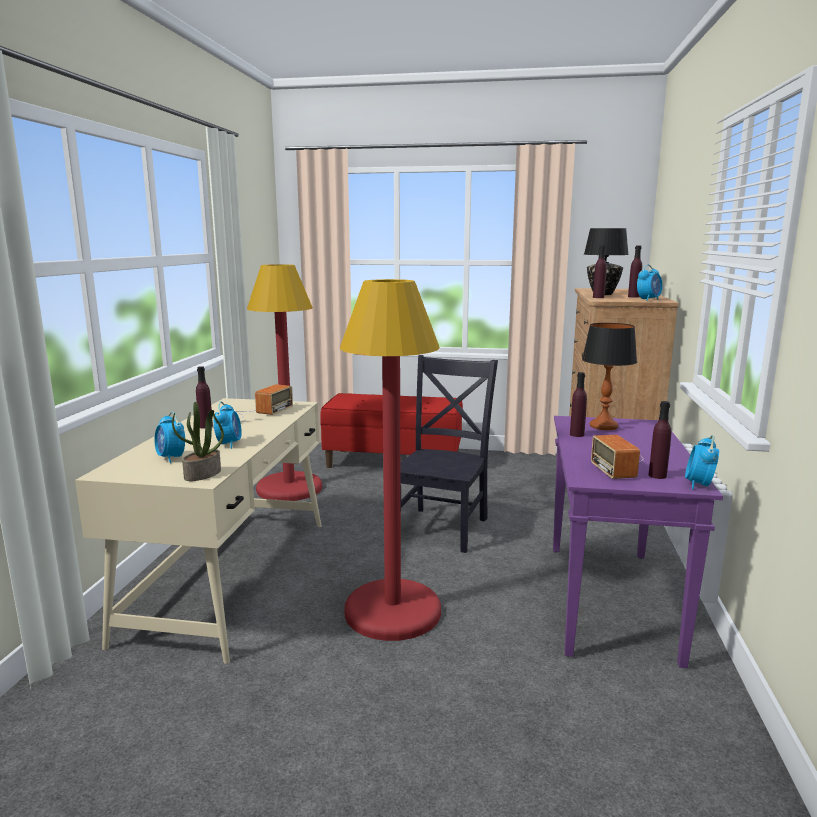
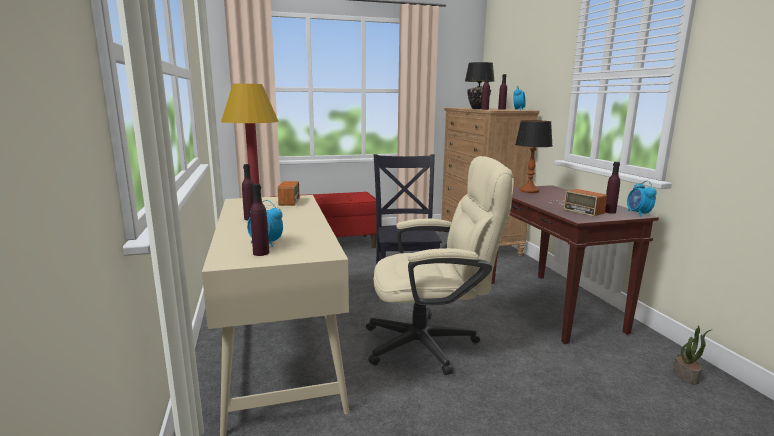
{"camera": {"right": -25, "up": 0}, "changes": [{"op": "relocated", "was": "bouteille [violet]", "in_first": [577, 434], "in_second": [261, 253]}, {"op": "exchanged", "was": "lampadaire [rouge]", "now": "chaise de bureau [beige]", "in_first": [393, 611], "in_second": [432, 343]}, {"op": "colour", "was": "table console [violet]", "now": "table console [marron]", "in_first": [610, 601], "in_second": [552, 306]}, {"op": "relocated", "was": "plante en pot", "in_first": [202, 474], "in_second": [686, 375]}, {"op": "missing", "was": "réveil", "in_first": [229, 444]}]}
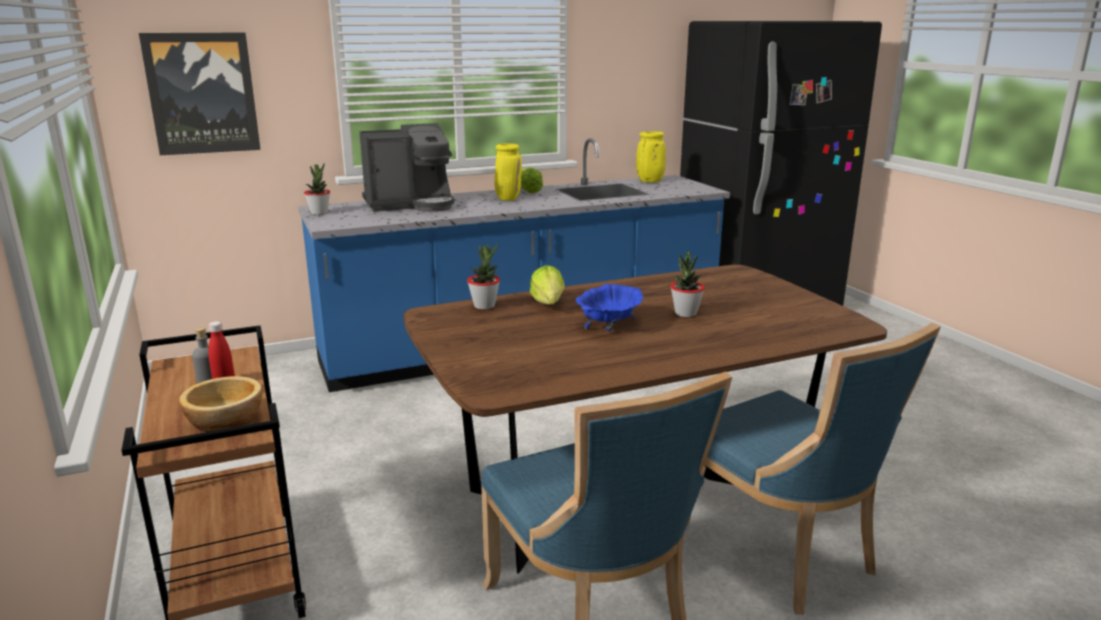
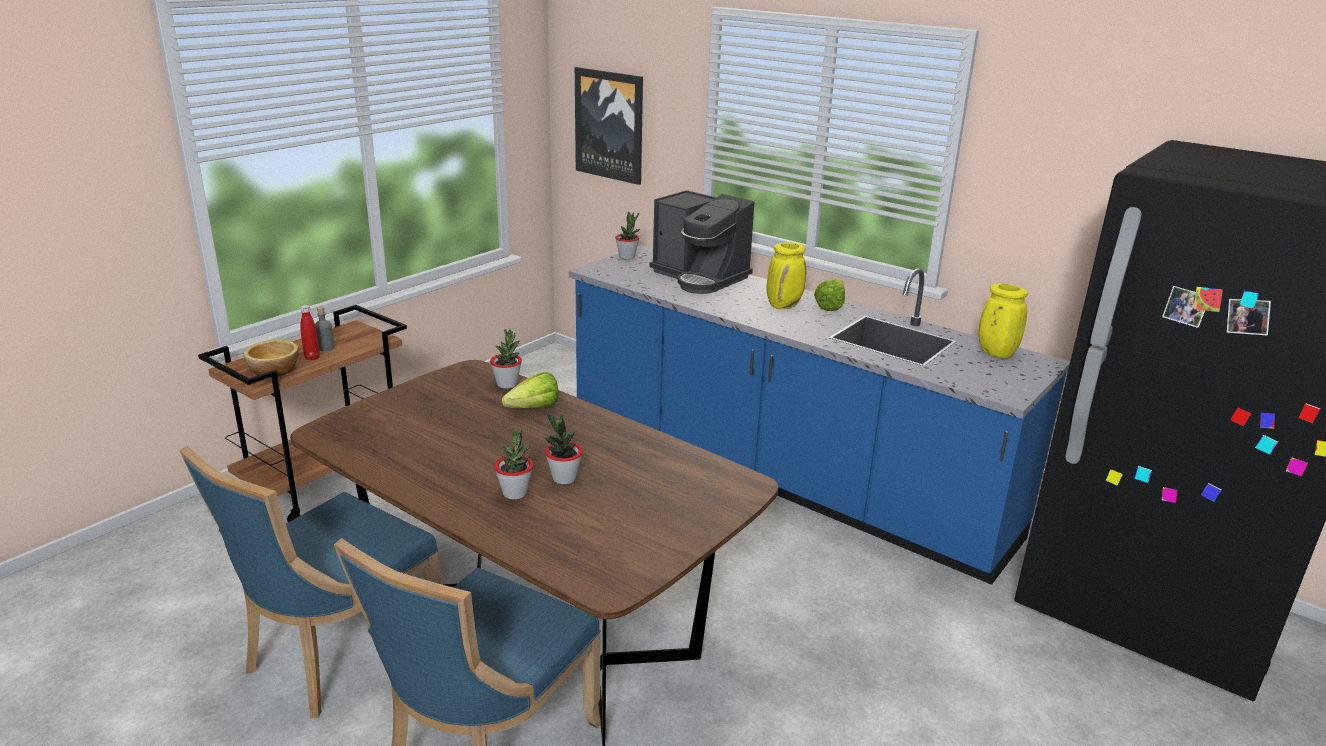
{"camera": {"right": 60, "up": 5}, "changes": [{"op": "appeared", "now": "plante en pot", "in_second": [515, 493]}, {"op": "missing", "was": "bol [bleu]", "in_first": [609, 325]}]}
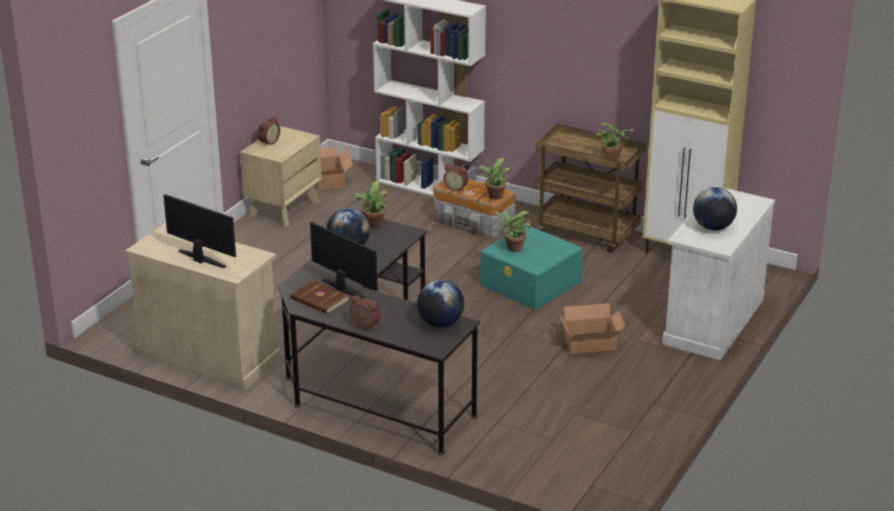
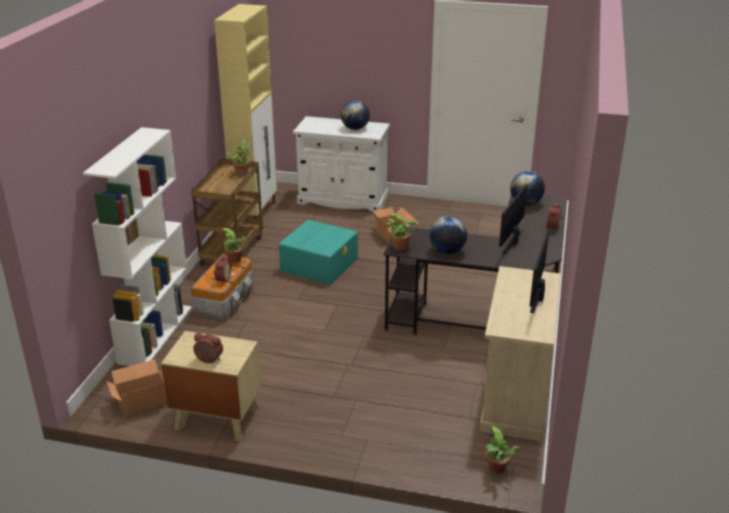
{"camera": {"right": -105, "up": 0}, "changes": [{"op": "relocated", "was": "plante en pot", "in_first": [512, 248], "in_second": [498, 470]}, {"op": "missing", "was": "livre [marron]", "in_first": [319, 300]}]}
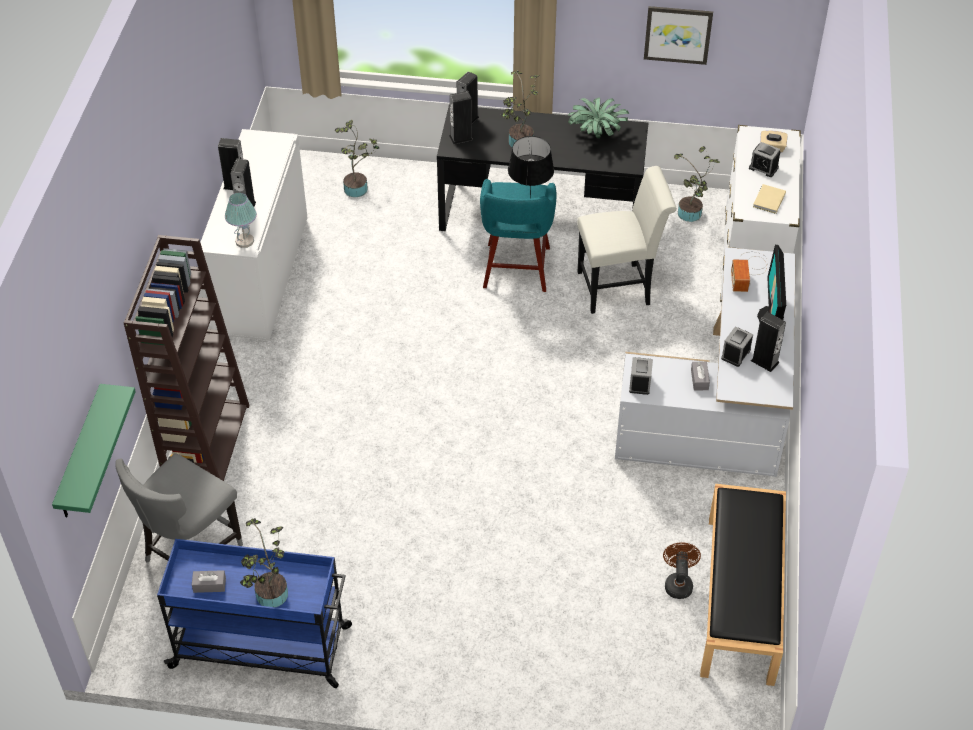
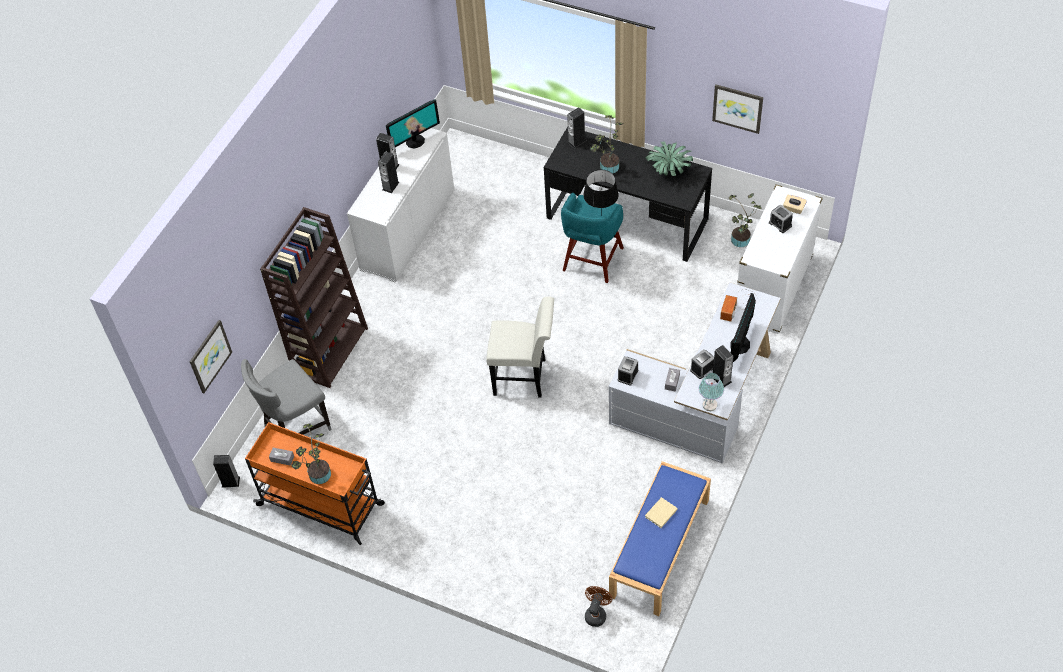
{"camera": {"right": 20, "up": 5}, "changes": [{"op": "exchanged", "was": "étagère [vert]", "now": "tableau", "in_first": [80, 455], "in_second": [209, 356]}, {"op": "relocated", "was": "enceinte", "in_first": [461, 137], "in_second": [230, 482]}, {"op": "colour", "was": "chariot [bleu]", "now": "chariot [orange]", "in_first": [263, 647], "in_second": [322, 505]}, {"op": "appeared", "now": "écran d'ordinateur", "in_second": [415, 141]}, {"op": "relocated", "was": "chaise [blanc]", "in_first": [619, 287], "in_second": [524, 377]}, {"op": "relocated", "was": "ventilateur [marron]", "in_first": [678, 583], "in_second": [596, 613]}, {"op": "colour", "was": "banc [noir]", "now": "banc [bleu]", "in_first": [741, 599], "in_second": [660, 549]}, {"op": "relocated", "was": "livre [beige]", "in_first": [768, 200], "in_second": [660, 513]}, {"op": "relocated", "was": "lampe de table", "in_first": [244, 241], "in_second": [709, 405]}, {"op": "missing", "was": "plante en pot", "in_first": [358, 188]}]}
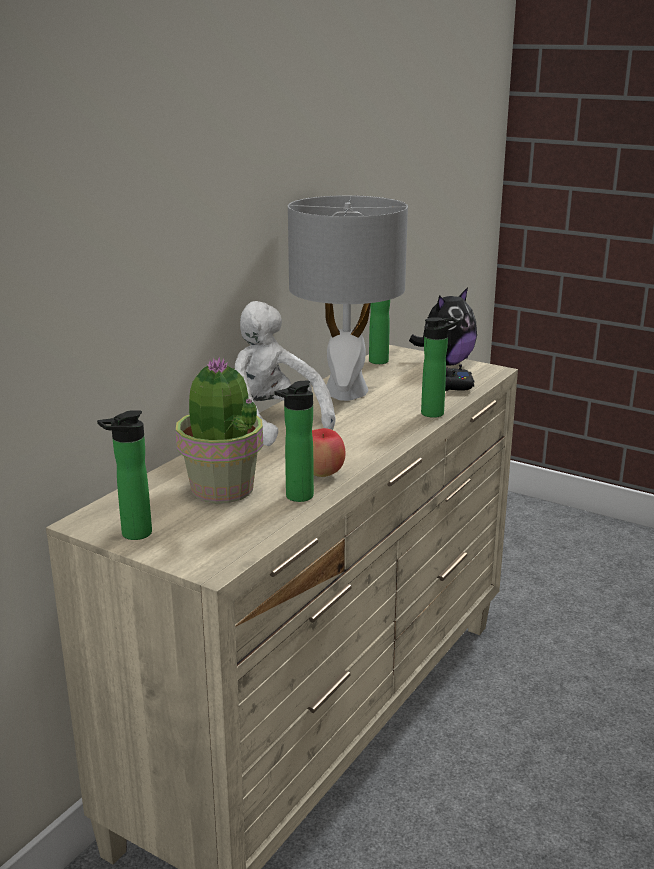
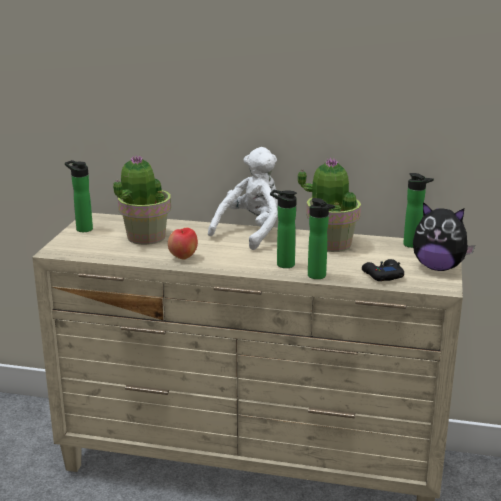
{"camera": {"right": 70, "up": 0}, "changes": [{"op": "relocated", "was": "bouteille", "in_first": [296, 497], "in_second": [282, 264]}, {"op": "exchanged", "was": "lampe de table [gris]", "now": "plante en pot", "in_first": [346, 392], "in_second": [331, 244]}]}
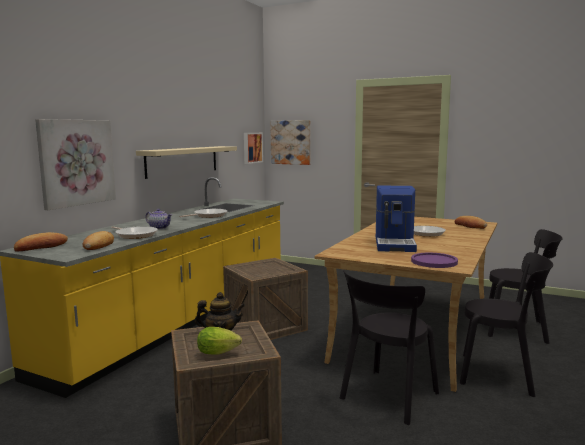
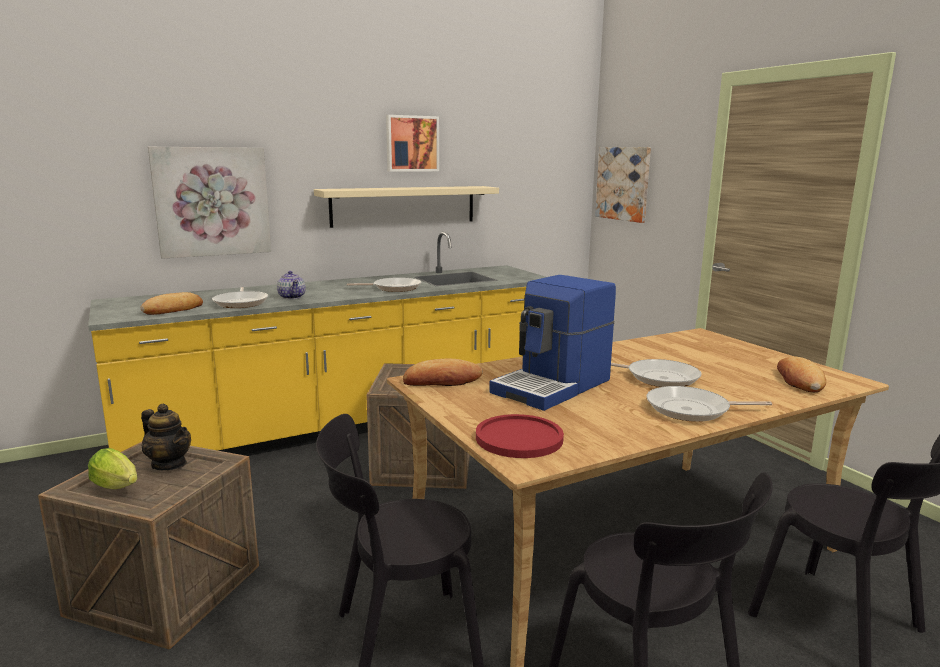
{"camera": {"right": 35, "up": 5}, "changes": [{"op": "relocated", "was": "tableau", "in_first": [252, 147], "in_second": [411, 143]}, {"op": "relocated", "was": "pain", "in_first": [41, 247], "in_second": [442, 381]}, {"op": "colour", "was": "assiette [violet]", "now": "assiette [rouge]", "in_first": [434, 261], "in_second": [519, 438]}, {"op": "appeared", "now": "poêle", "in_second": [692, 410]}]}
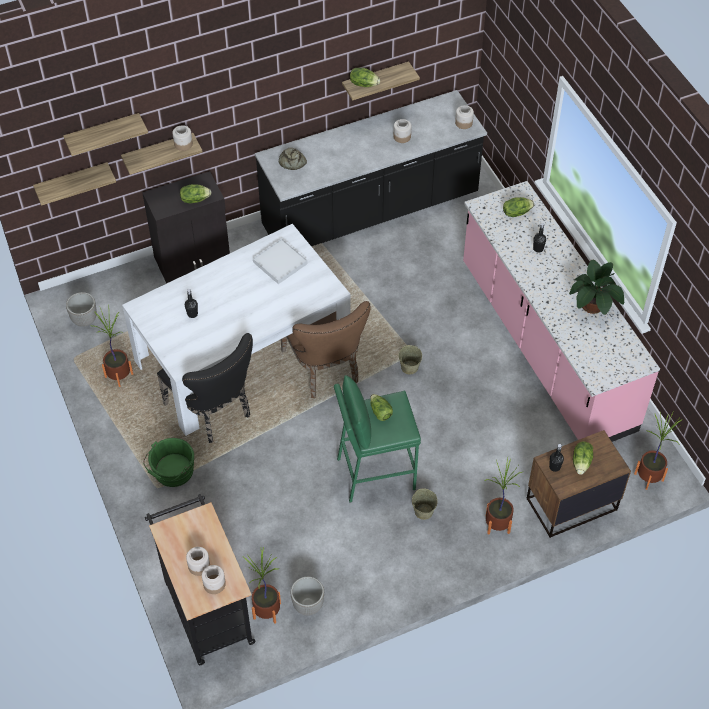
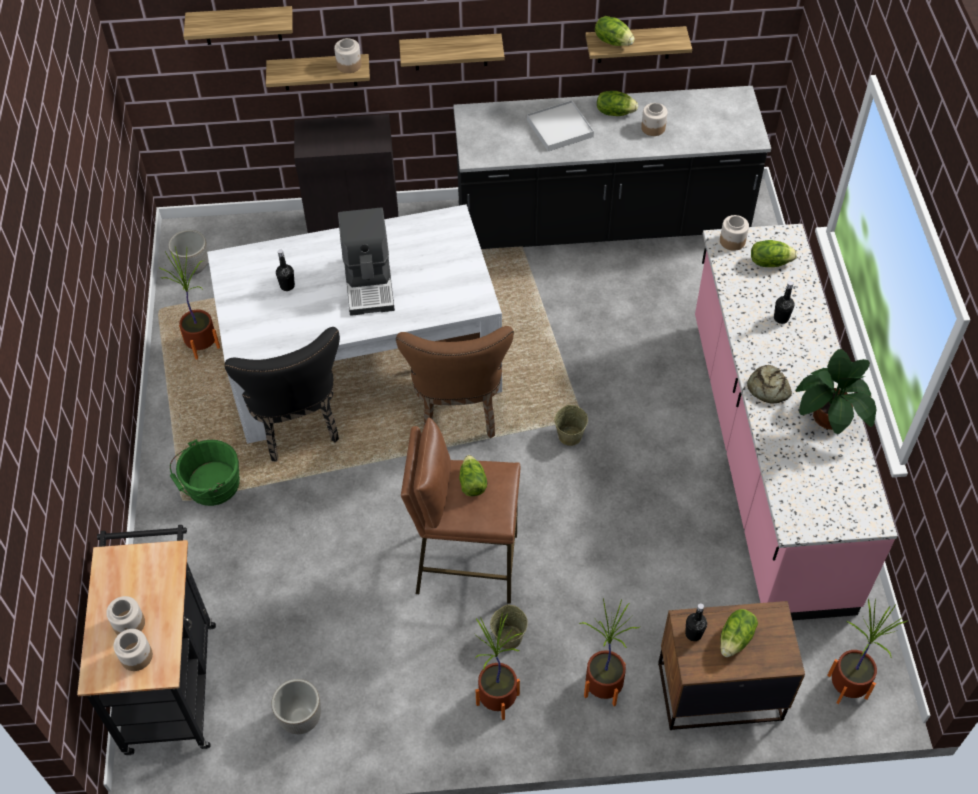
{"camera": {"right": 20, "up": 0}, "changes": [{"op": "appeared", "now": "machine à café", "in_second": [370, 283]}, {"op": "relocated", "was": "étagère", "in_first": [72, 183], "in_second": [450, 52]}, {"op": "colour", "was": "tabouret [vert]", "now": "tabouret [marron]", "in_first": [375, 473], "in_second": [466, 564]}, {"op": "relocated", "was": "plante en pot", "in_first": [267, 611], "in_second": [497, 699]}, {"op": "relocated", "was": "plateau [blanc]", "in_first": [280, 263], "in_second": [560, 128]}, {"op": "relocated", "was": "laitue", "in_first": [195, 199], "in_second": [615, 112]}, {"op": "relocated", "was": "bocal", "in_first": [463, 123], "in_second": [732, 241]}, {"op": "relocated", "was": "pain", "in_first": [292, 162], "in_second": [768, 388]}]}
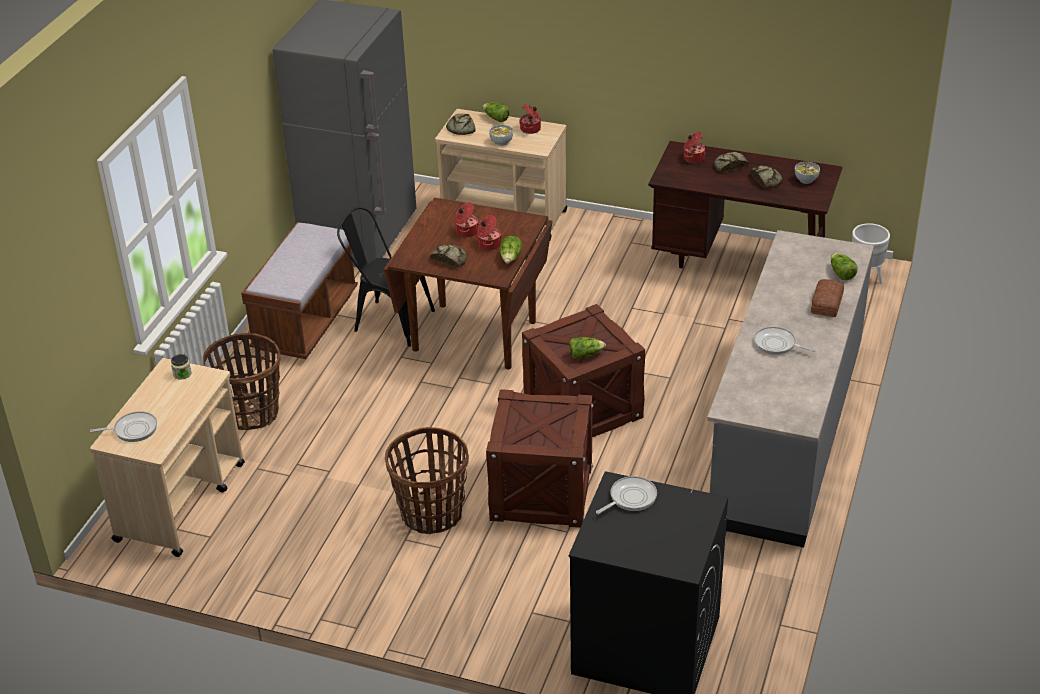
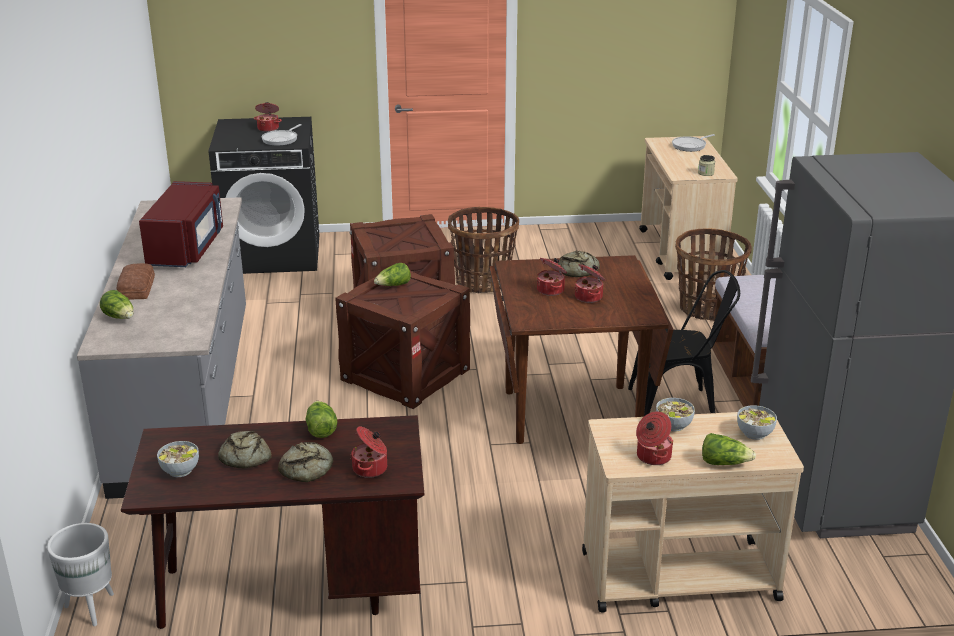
{"camera": {"right": 155, "up": -10}, "changes": [{"op": "exchanged", "was": "poêle", "now": "micro-ondes [rouge]", "in_first": [777, 344], "in_second": [187, 248]}, {"op": "appeared", "now": "marmite", "in_second": [268, 128]}, {"op": "relocated", "was": "laitue", "in_first": [510, 258], "in_second": [320, 429]}, {"op": "exchanged", "was": "pain", "now": "bol", "in_first": [461, 128], "in_second": [754, 433]}]}
